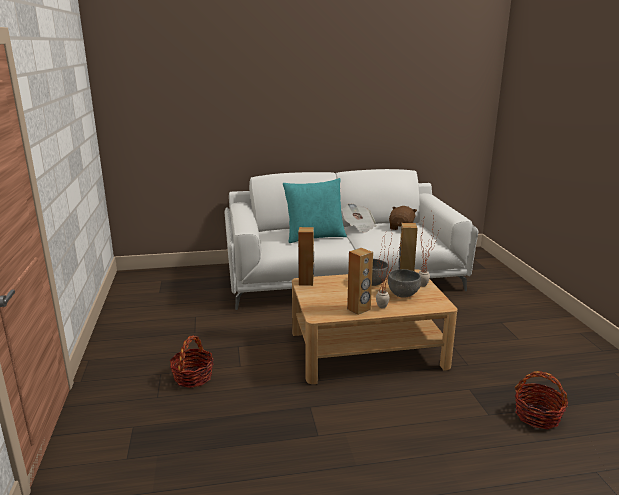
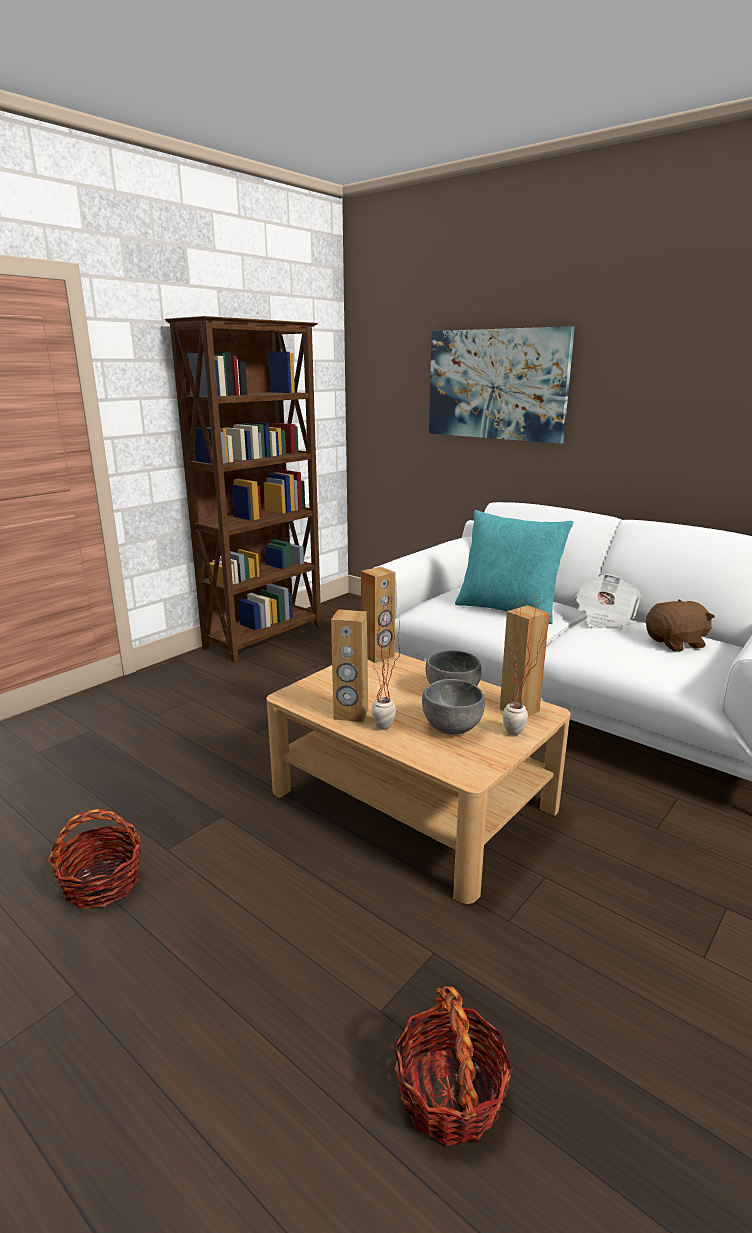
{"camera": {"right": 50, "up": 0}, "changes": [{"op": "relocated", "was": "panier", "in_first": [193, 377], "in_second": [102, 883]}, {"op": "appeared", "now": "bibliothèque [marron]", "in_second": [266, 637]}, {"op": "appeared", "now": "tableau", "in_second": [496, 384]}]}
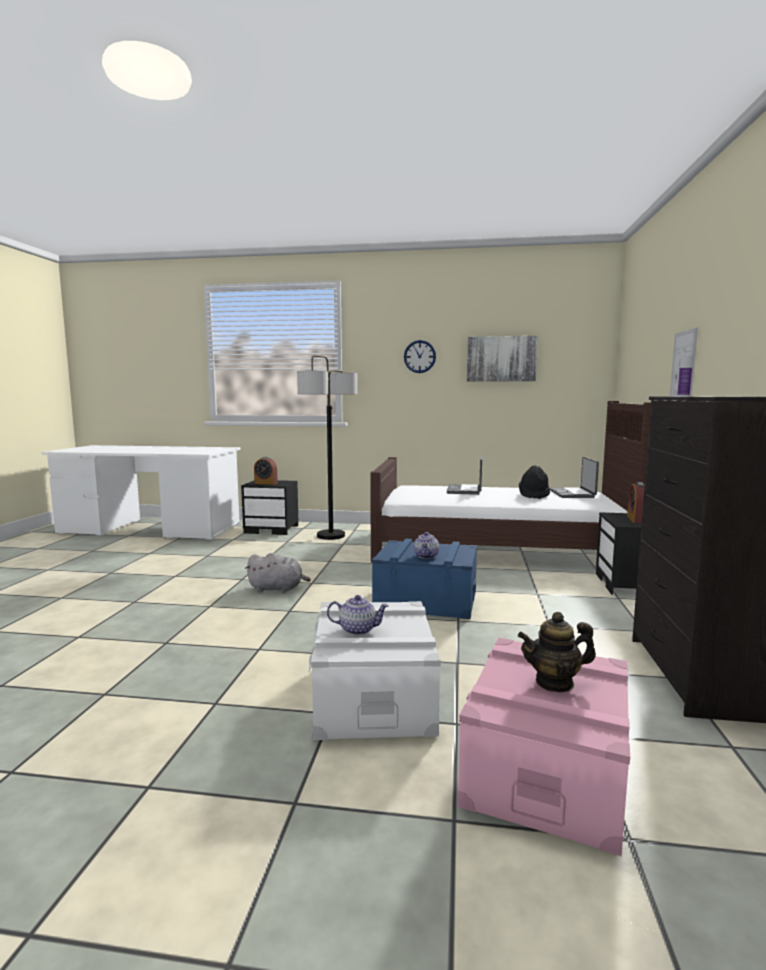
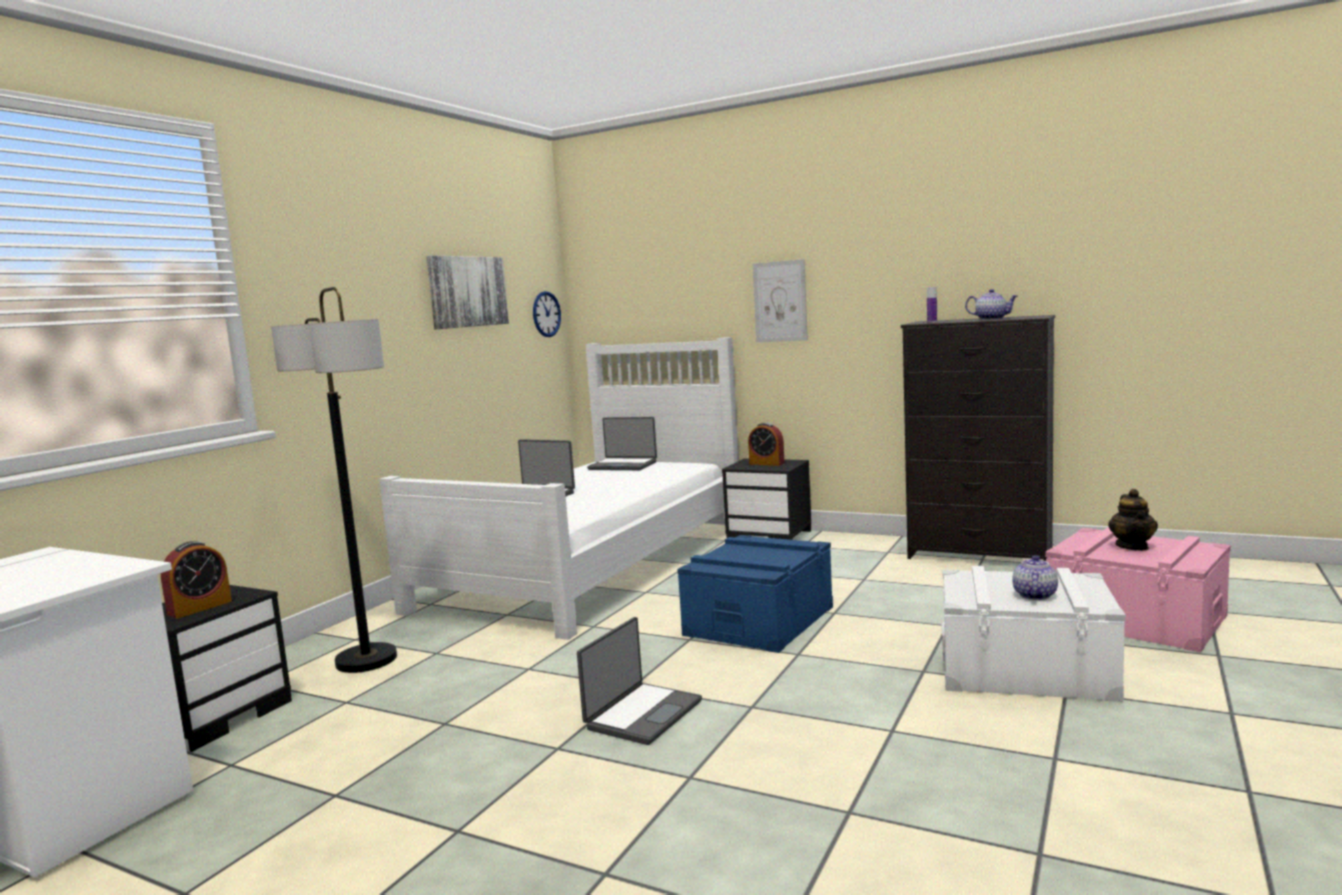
{"camera": {"right": -70, "up": 0}, "changes": [{"op": "colour", "was": "lit [marron]", "now": "lit [blanc]", "in_first": [499, 548], "in_second": [591, 564]}, {"op": "relocated", "was": "horloge murale", "in_first": [419, 356], "in_second": [546, 314]}, {"op": "exchanged", "was": "peluche [gris]", "now": "ordinateur portable", "in_first": [278, 589], "in_second": [642, 714]}, {"op": "relocated", "was": "théière", "in_first": [426, 556], "in_second": [991, 319]}, {"op": "missing", "was": "chapeau [noir]", "in_first": [534, 495]}]}
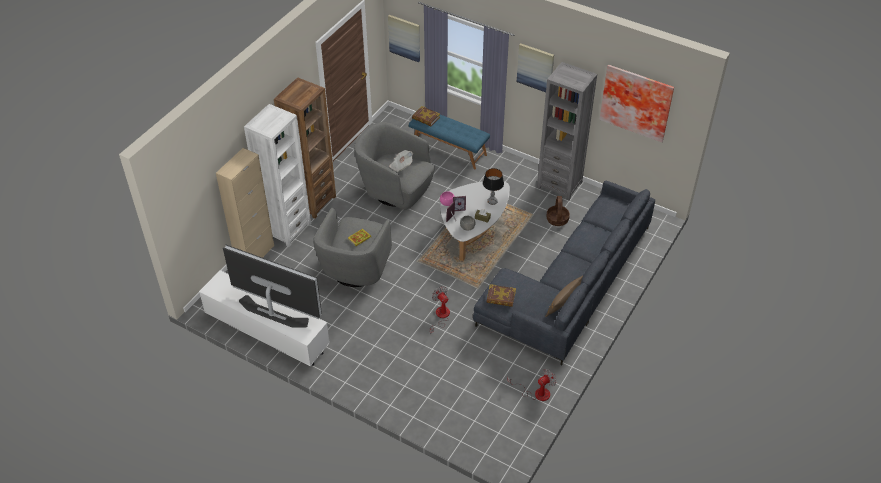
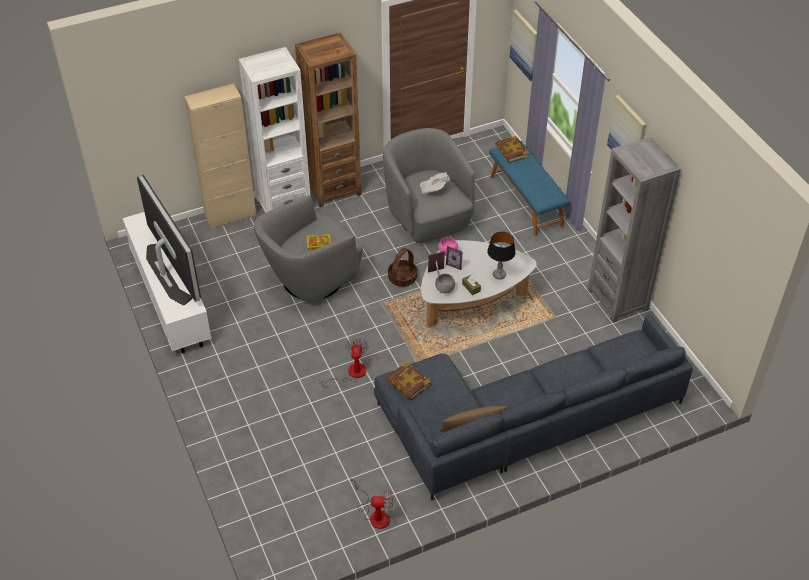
{"camera": {"right": 35, "up": 0}, "changes": [{"op": "relocated", "was": "panier", "in_first": [557, 219], "in_second": [402, 278]}, {"op": "missing", "was": "tableau", "in_first": [637, 101]}]}
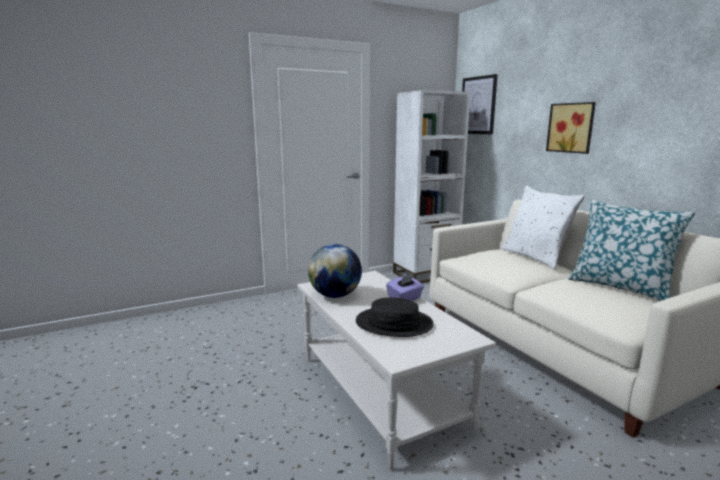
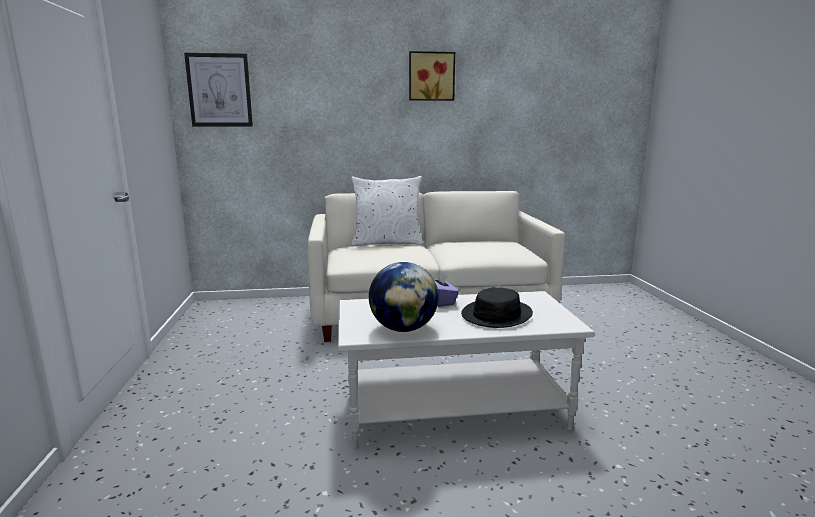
{"camera": {"right": -70, "up": 0}, "changes": [{"op": "relocated", "was": "tableau", "in_first": [571, 128], "in_second": [431, 76]}, {"op": "missing", "was": "bibliothèque [blanc]", "in_first": [426, 274]}, {"op": "missing", "was": "coussin", "in_first": [620, 287]}]}
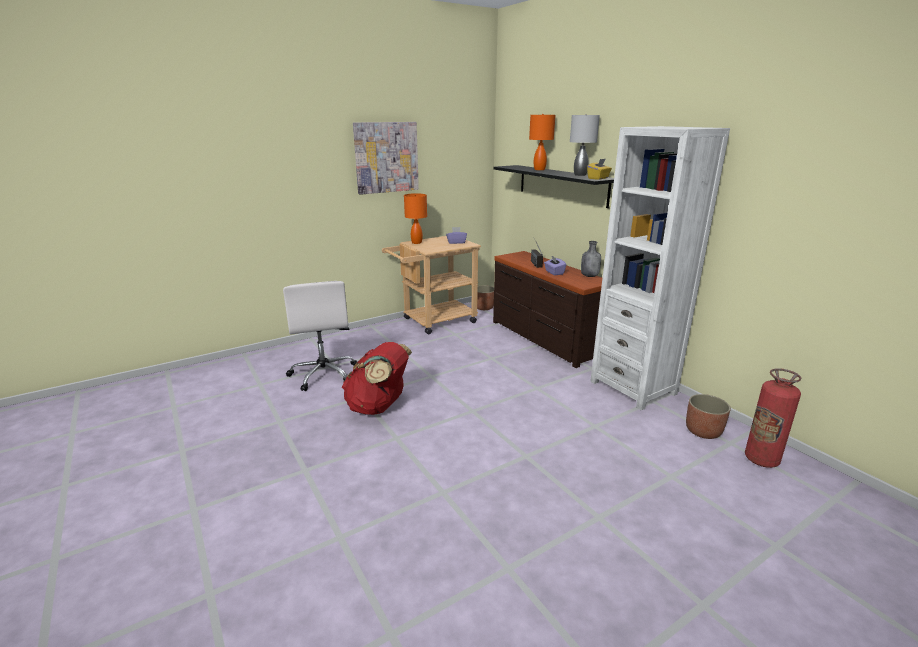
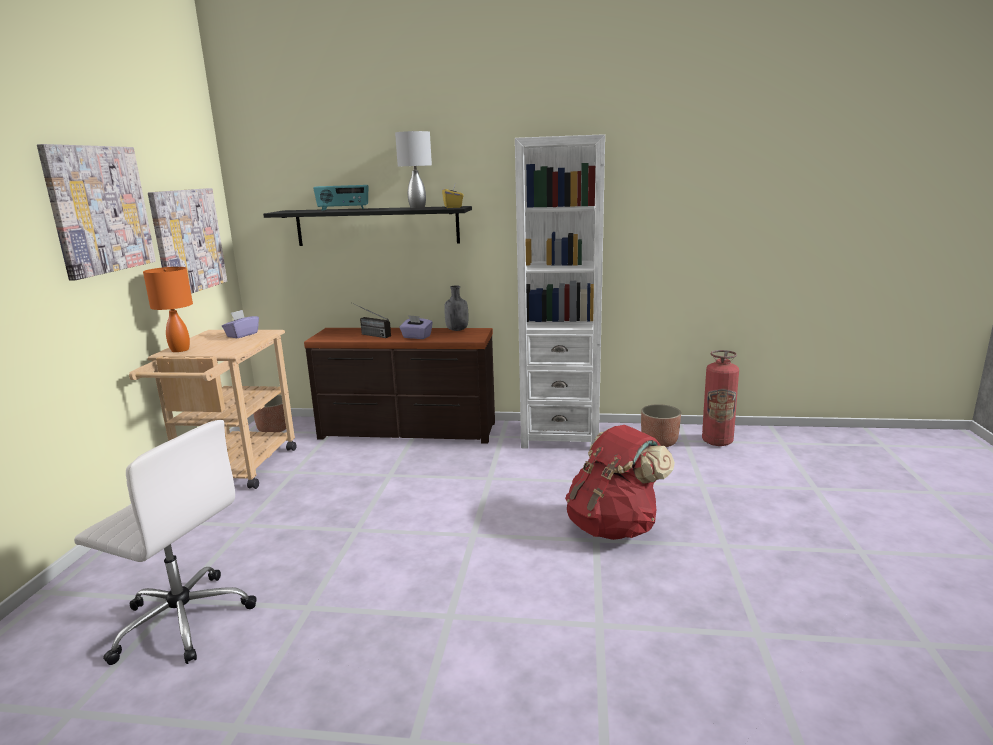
{"camera": {"right": -50, "up": -5}, "changes": [{"op": "appeared", "now": "tableau", "in_second": [188, 241]}, {"op": "exchanged", "was": "lampe de table [orange]", "now": "radio", "in_first": [540, 169], "in_second": [343, 209]}, {"op": "relocated", "was": "sac à dos [rouge]", "in_first": [378, 407], "in_second": [614, 526]}]}
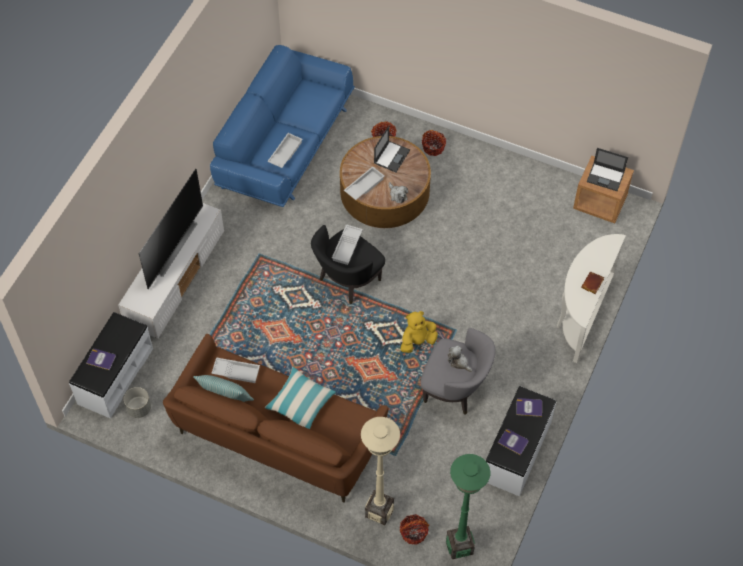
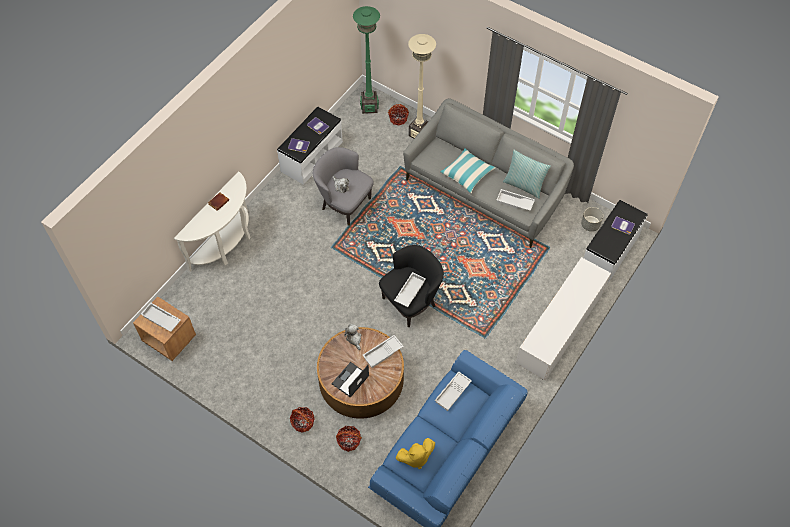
{"camera": {"right": -170, "up": 0}, "changes": [{"op": "exchanged", "was": "ordinateur portable", "now": "plateau [blanc]", "in_first": [606, 177], "in_second": [161, 319]}, {"op": "relocated", "was": "peluche [jaune]", "in_first": [417, 341], "in_second": [415, 458]}, {"op": "colour", "was": "canapé [marron]", "now": "canapé [gris]", "in_first": [277, 436], "in_second": [484, 191]}, {"op": "missing", "was": "téléviseur", "in_first": [172, 246]}]}
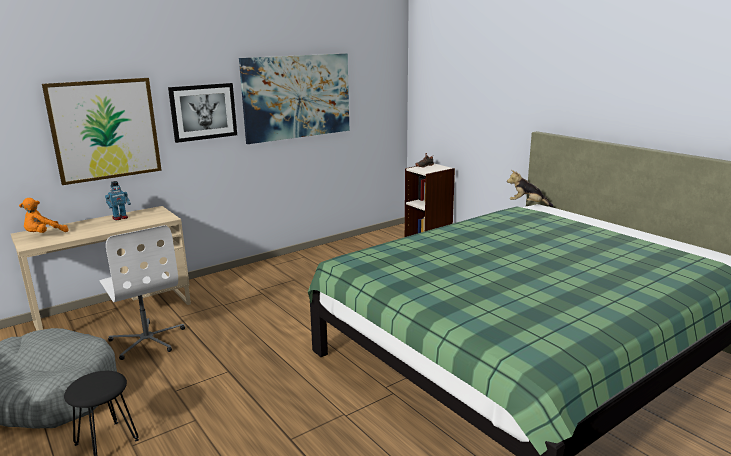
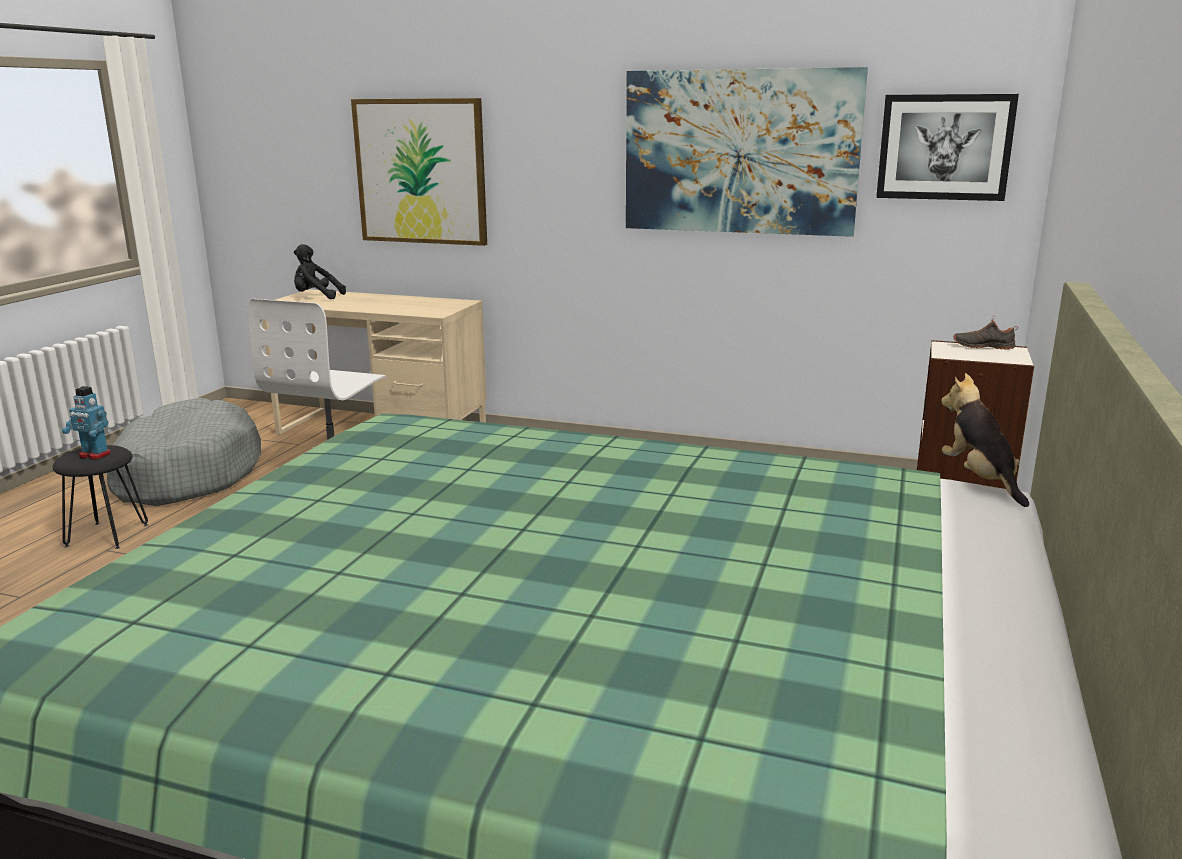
{"camera": {"right": 55, "up": 0}, "changes": [{"op": "relocated", "was": "robot jouet", "in_first": [120, 218], "in_second": [94, 455]}, {"op": "colour", "was": "peluche [orange]", "now": "peluche [noir]", "in_first": [44, 235], "in_second": [316, 297]}, {"op": "relocated", "was": "tableau", "in_first": [203, 112], "in_second": [944, 147]}]}
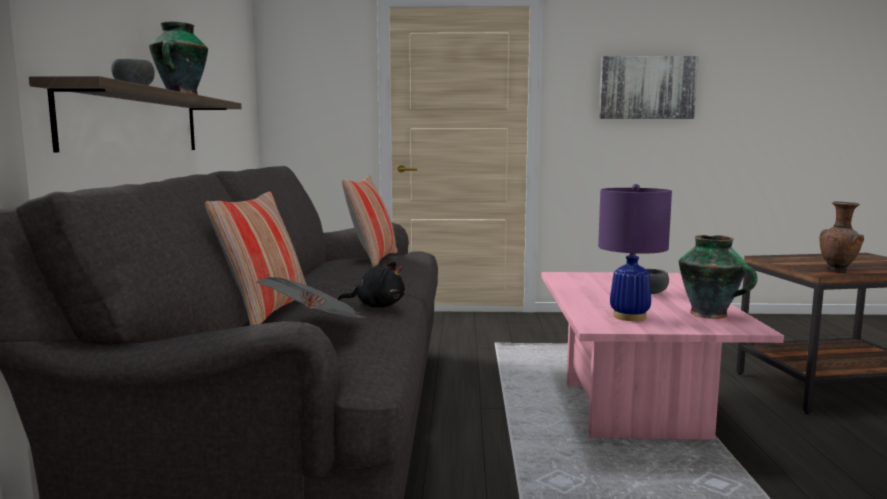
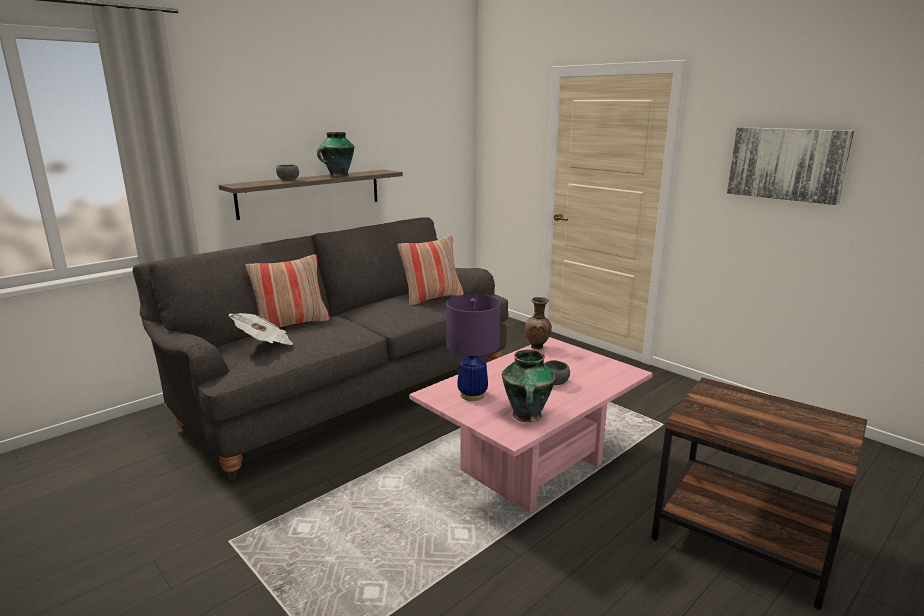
{"camera": {"right": 45, "up": 10}, "changes": [{"op": "relocated", "was": "vase [marron]", "in_first": [838, 270], "in_second": [537, 347]}, {"op": "missing", "was": "peluche [noir]", "in_first": [377, 306]}]}
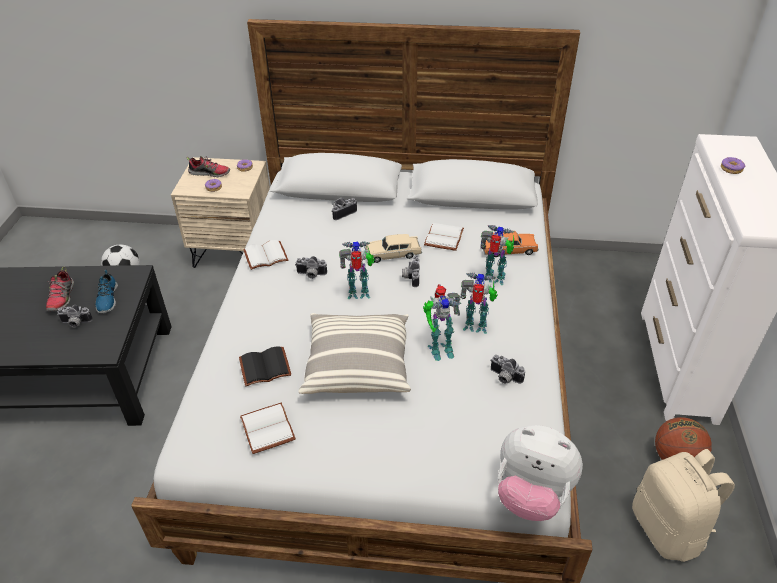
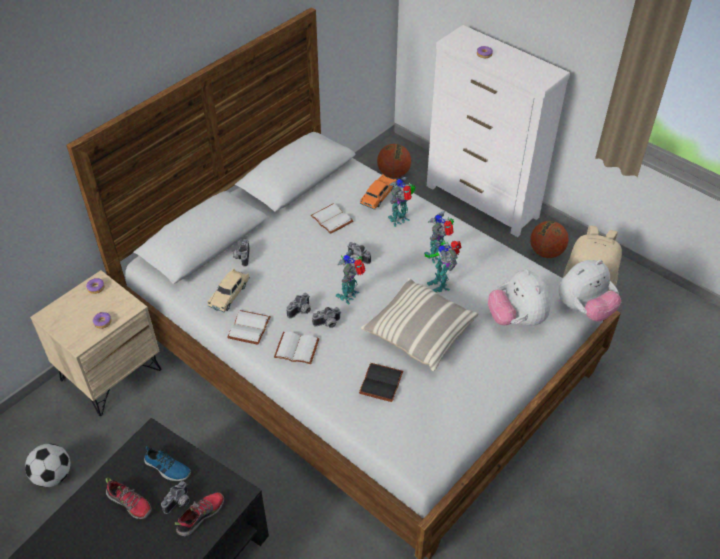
{"camera": {"right": -55, "up": 5}, "changes": [{"op": "relocated", "was": "chaussure", "in_first": [210, 173], "in_second": [200, 515]}, {"op": "relocated", "was": "petite voiture [beige]", "in_first": [393, 254], "in_second": [229, 295]}, {"op": "relocated", "was": "livre [blanc]", "in_first": [269, 429], "in_second": [297, 348]}, {"op": "relocated", "was": "appareil photo", "in_first": [504, 378], "in_second": [327, 324]}, {"op": "appeared", "now": "ballon de basket", "in_second": [393, 174]}, {"op": "spun", "was": "robot jouet", "in_first": [439, 348], "in_second": [440, 283], "clockwise": 135}, {"op": "appeared", "now": "peluche", "in_second": [516, 319]}]}
